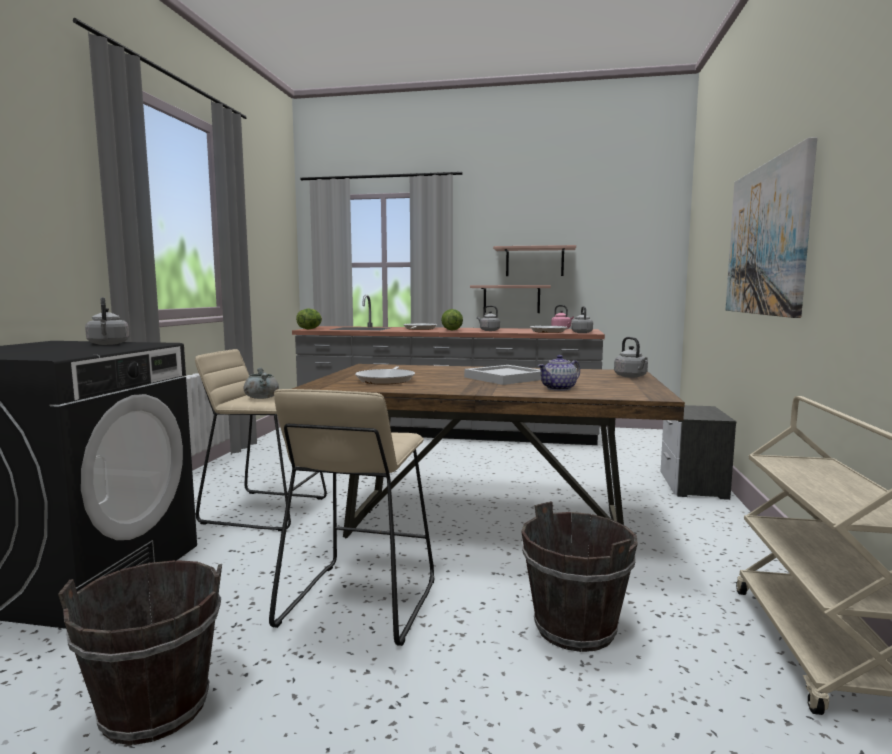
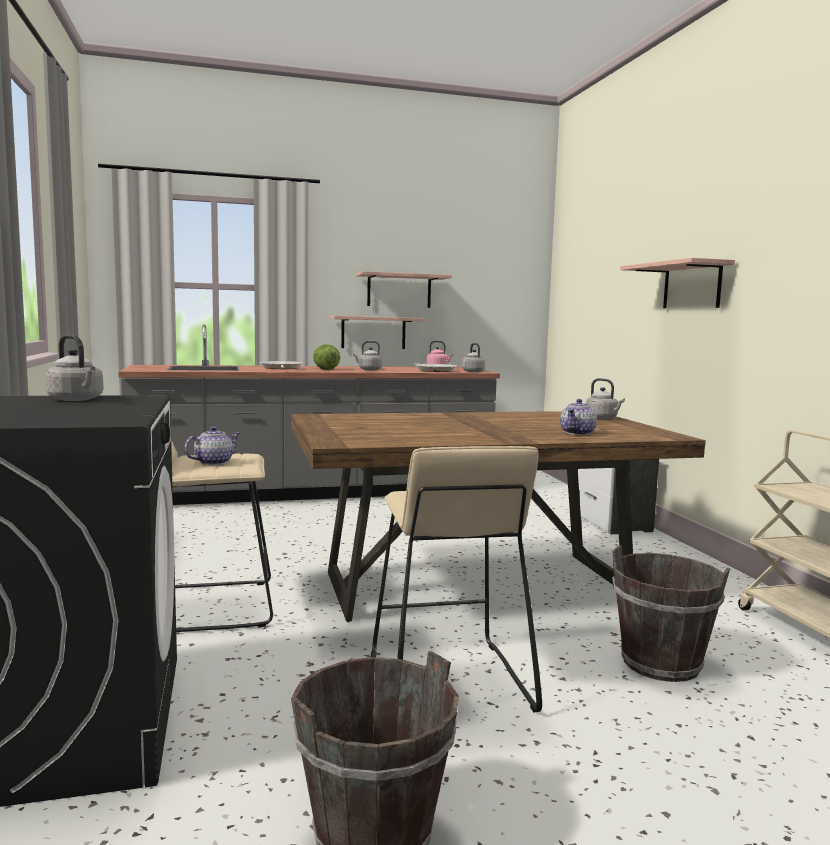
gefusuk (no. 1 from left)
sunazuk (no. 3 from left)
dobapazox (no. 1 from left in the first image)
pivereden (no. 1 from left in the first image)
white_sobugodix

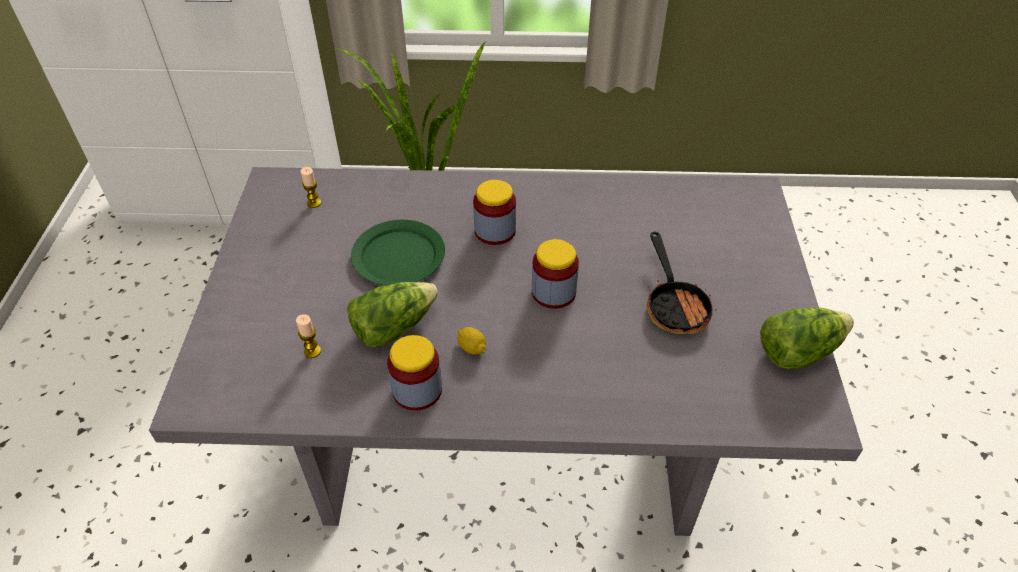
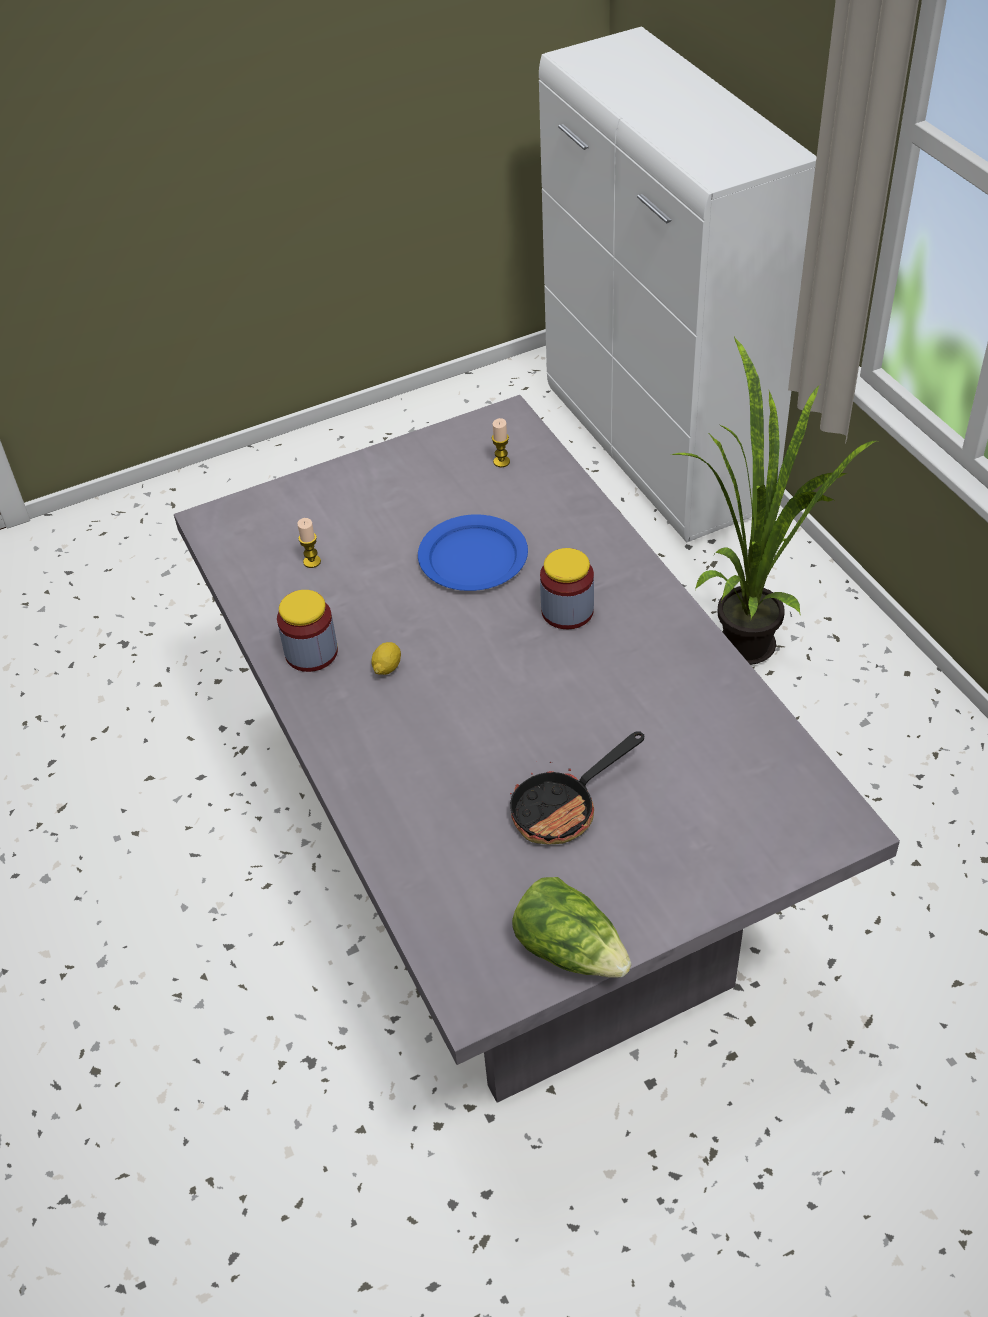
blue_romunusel
dobapazox (no. 1 from left in the first image)
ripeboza (no. 3 from left in the first image)

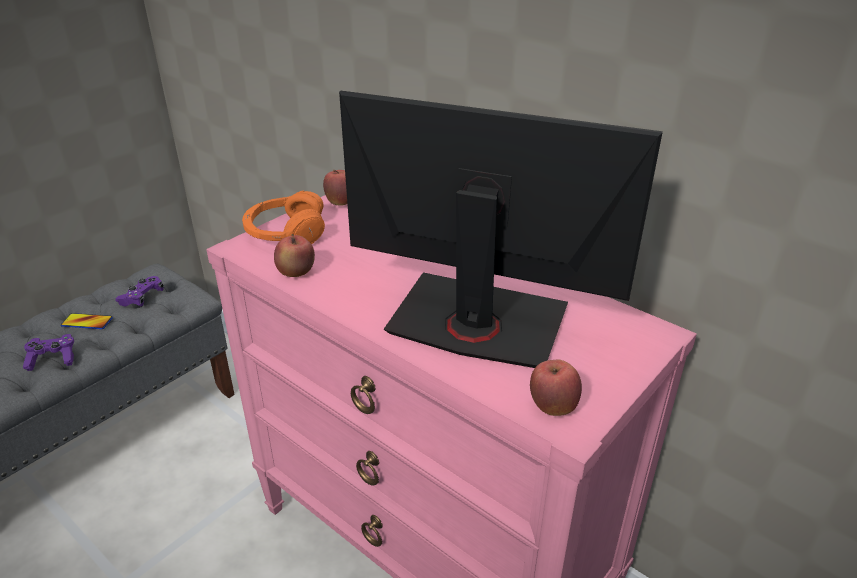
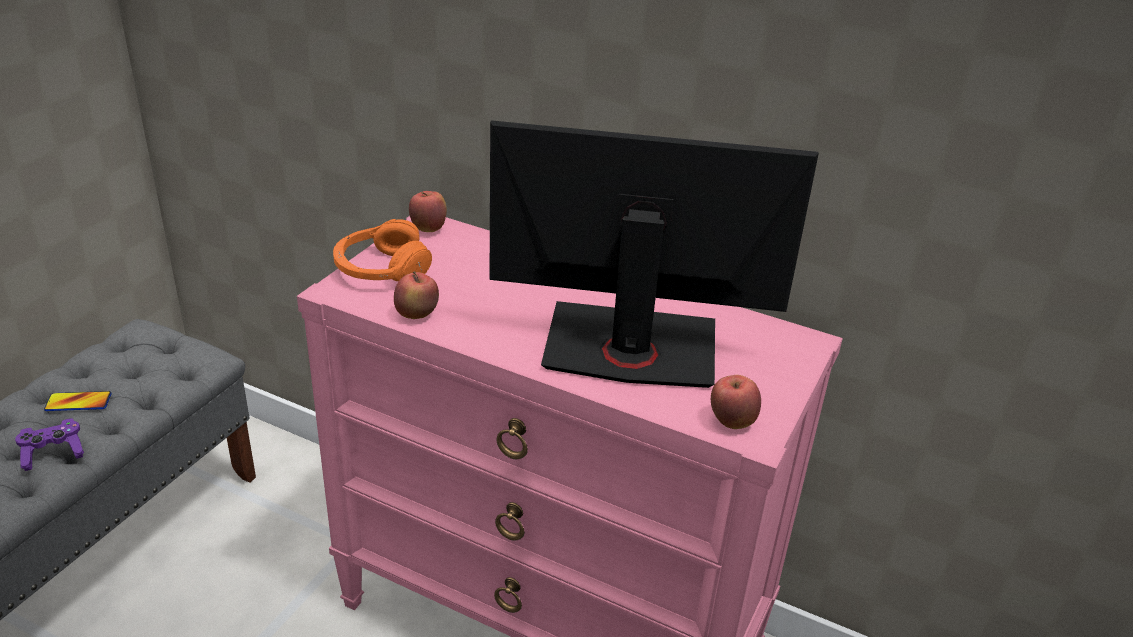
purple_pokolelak (no. 2 from left in the first image)

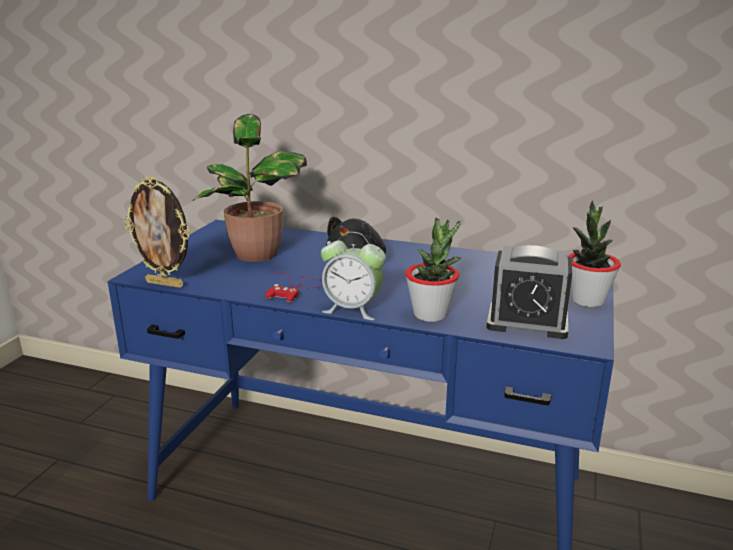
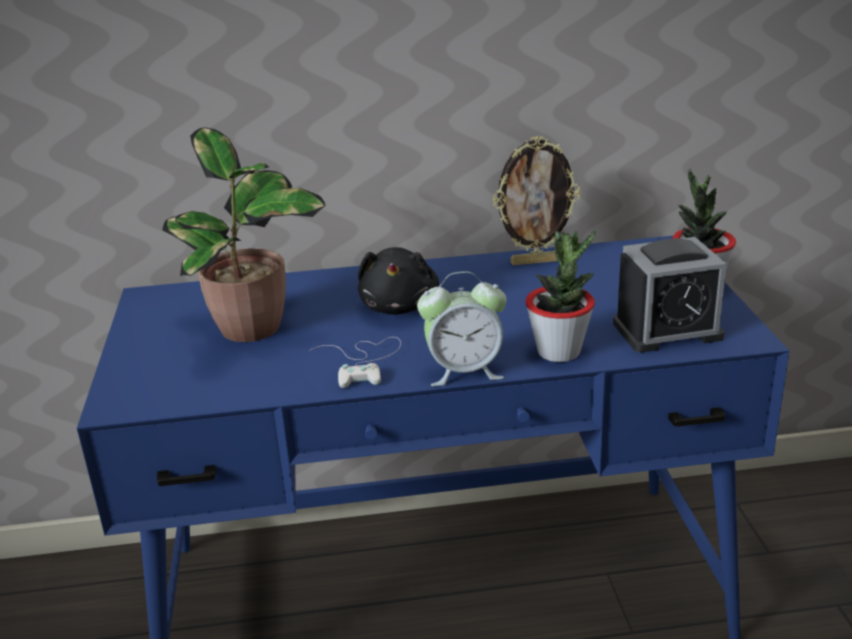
white_pokolelak
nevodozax

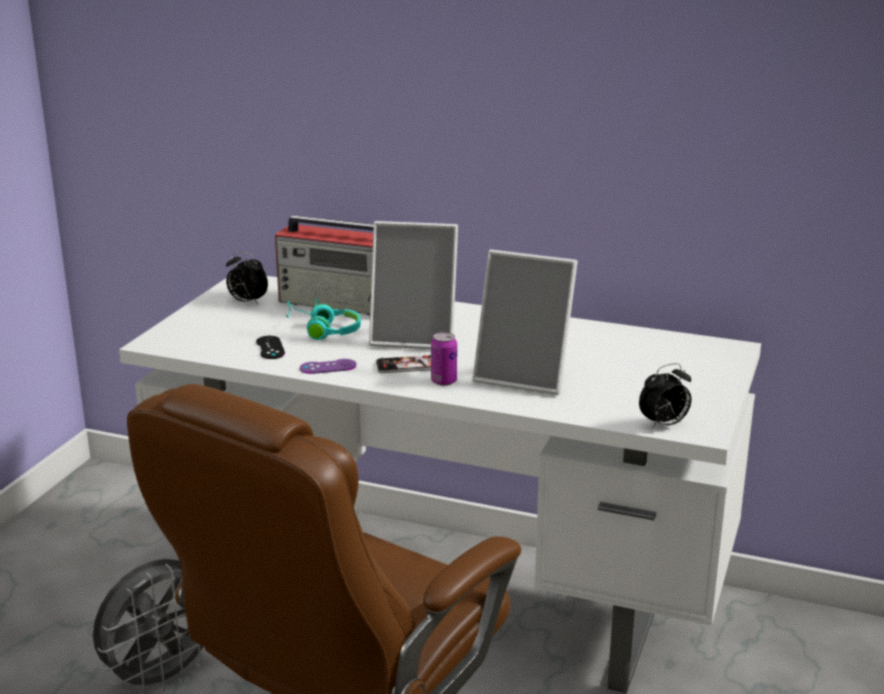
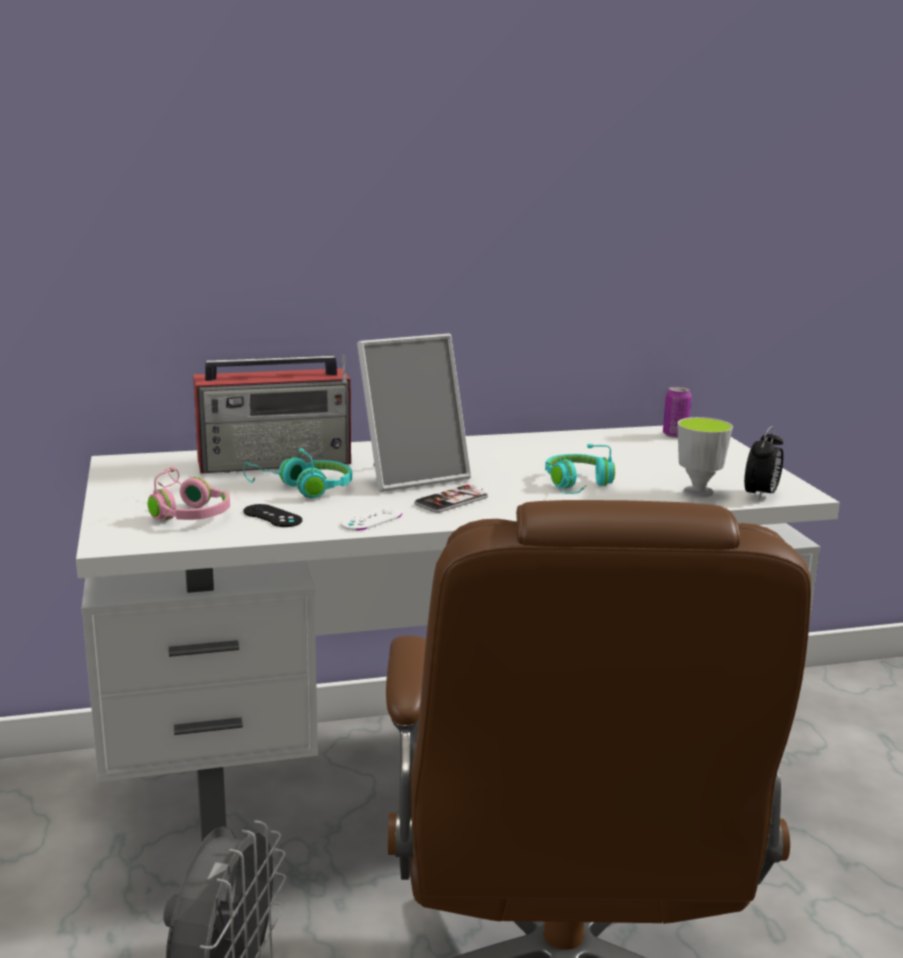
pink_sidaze
white_pokolelak
turquoise_sidaze (no. 2 from left)
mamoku
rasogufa
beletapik (no. 1 from left in the first image)

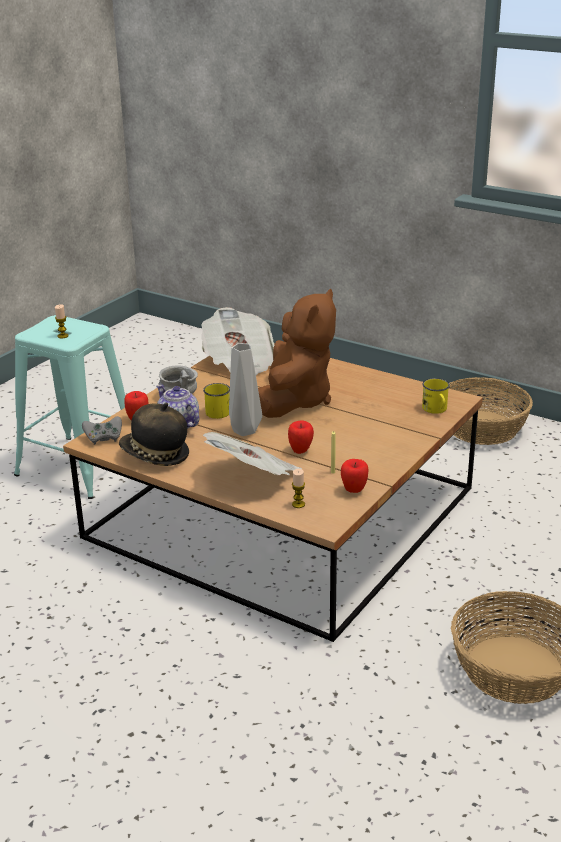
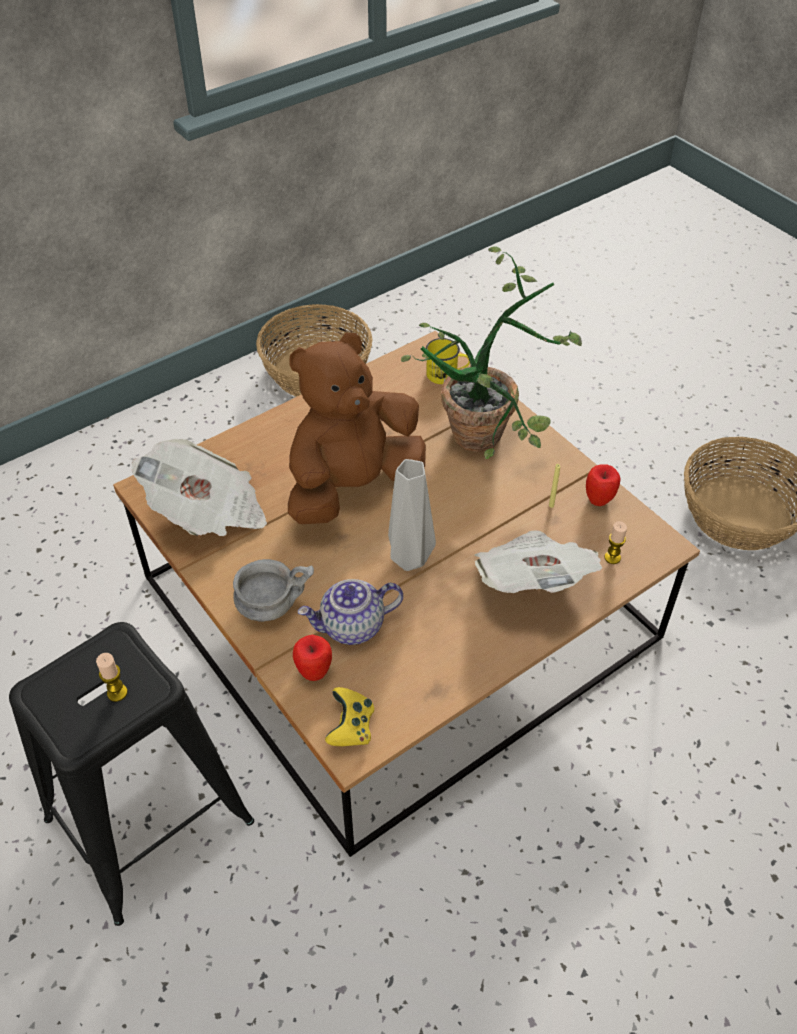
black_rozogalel
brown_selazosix
yellow_pokolelak
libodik
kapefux
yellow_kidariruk (no. 1 from left in the first image)
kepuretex (no. 2 from left in the first image)

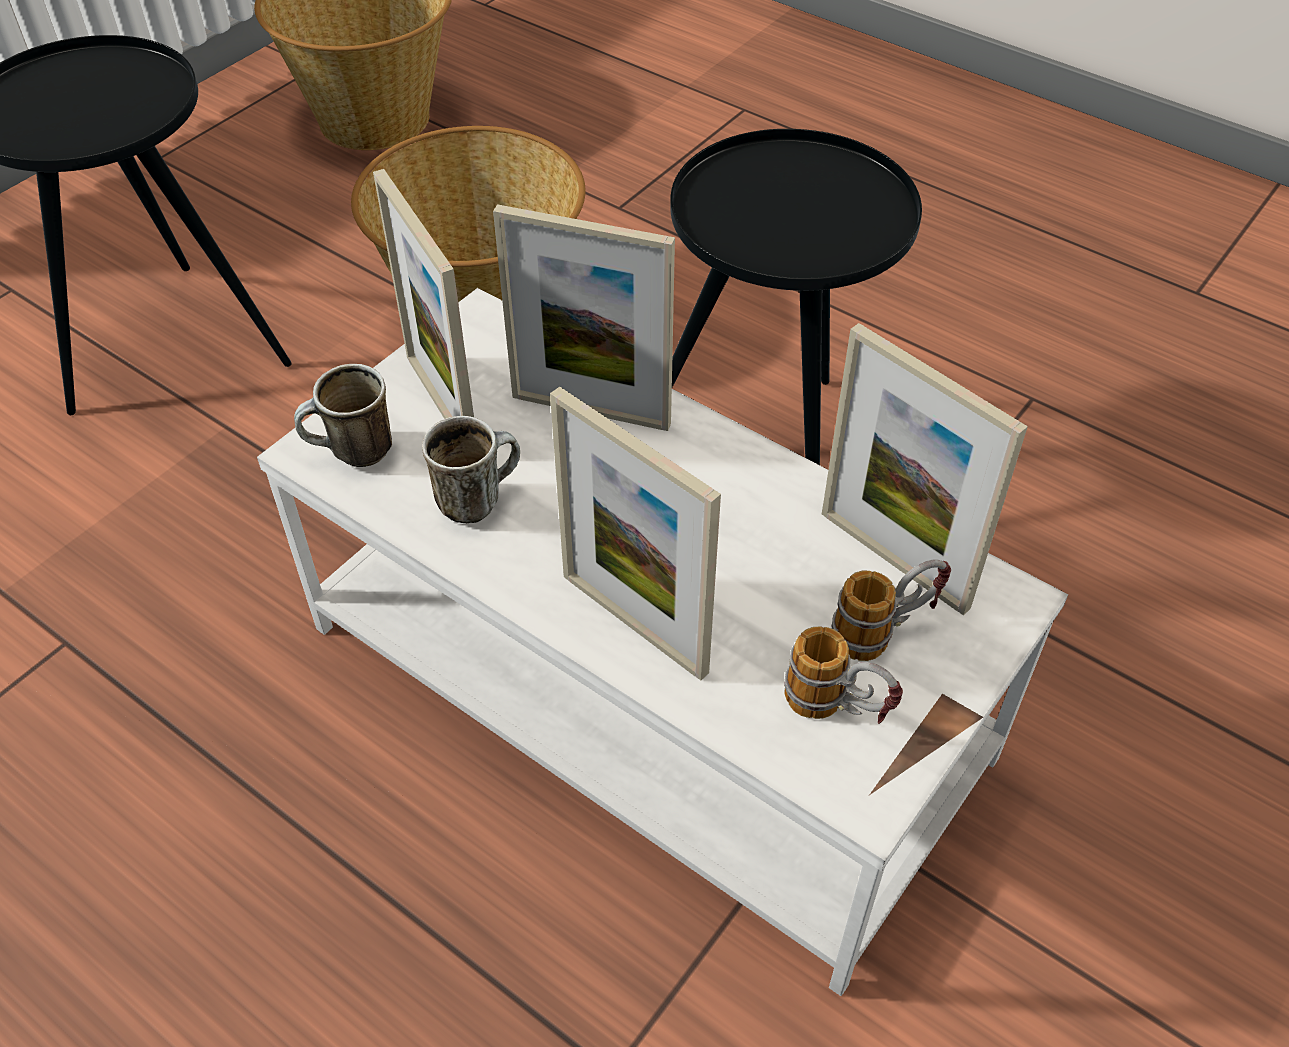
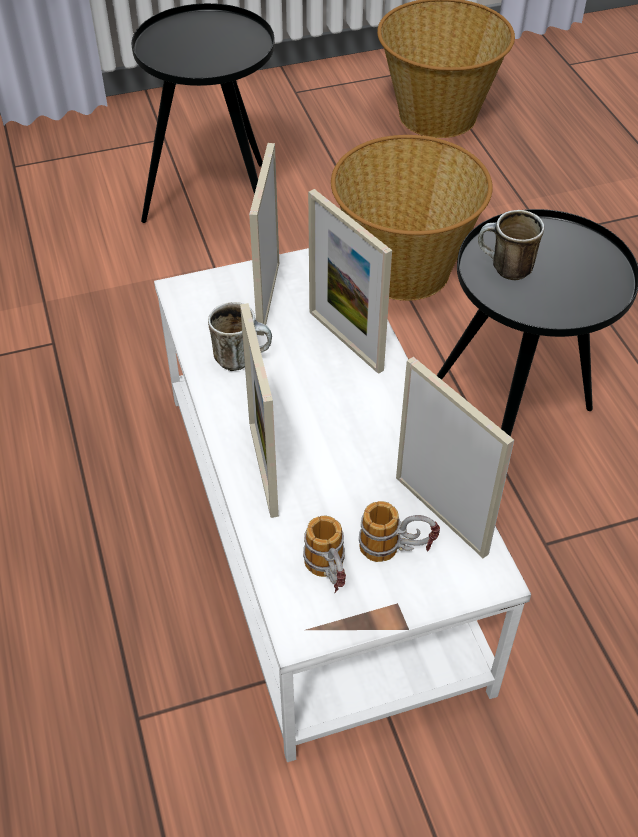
nevodozax (no. 4 from left)
kidariruk (no. 4 from left)

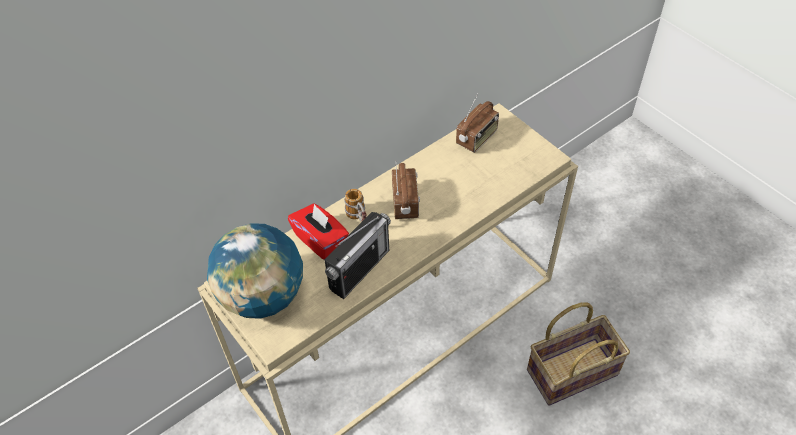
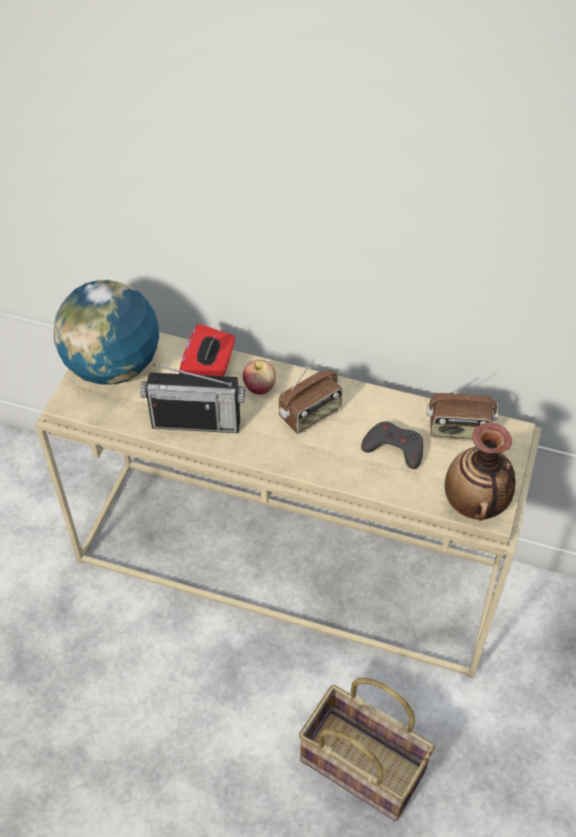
kepuretex
grey_pokolelak
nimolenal

